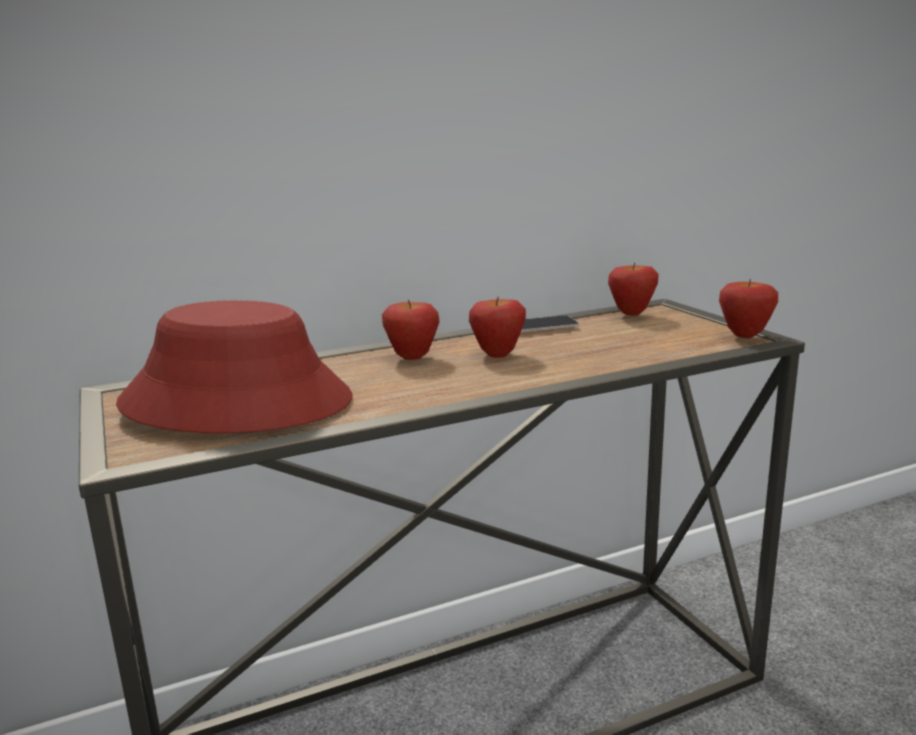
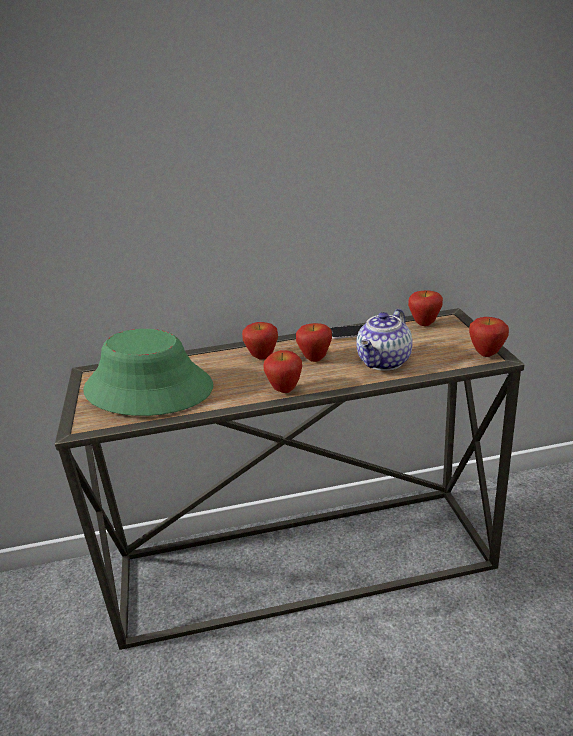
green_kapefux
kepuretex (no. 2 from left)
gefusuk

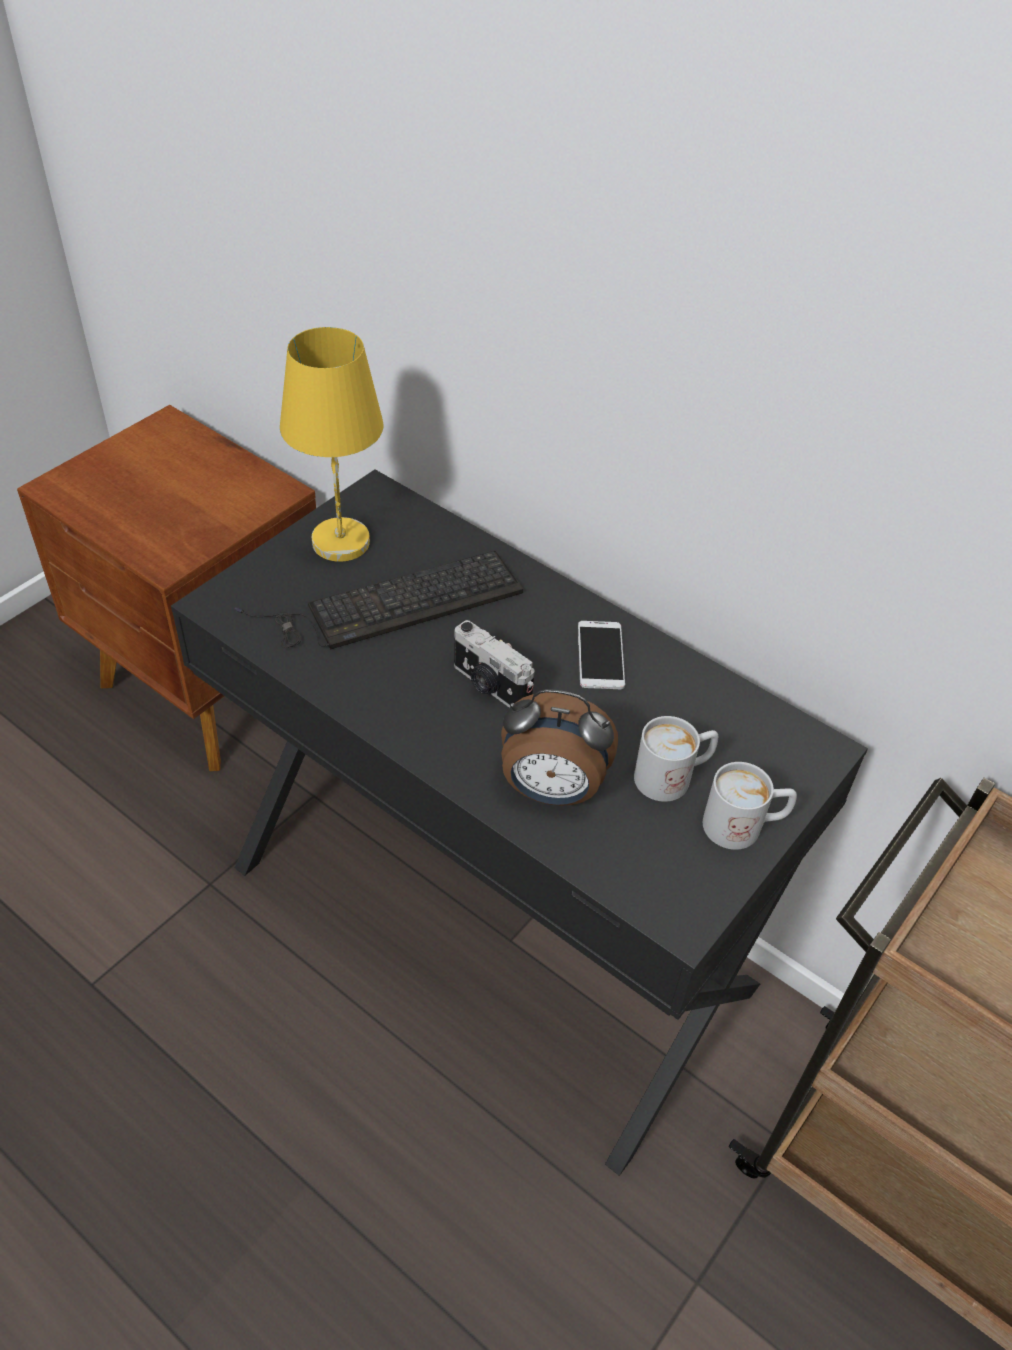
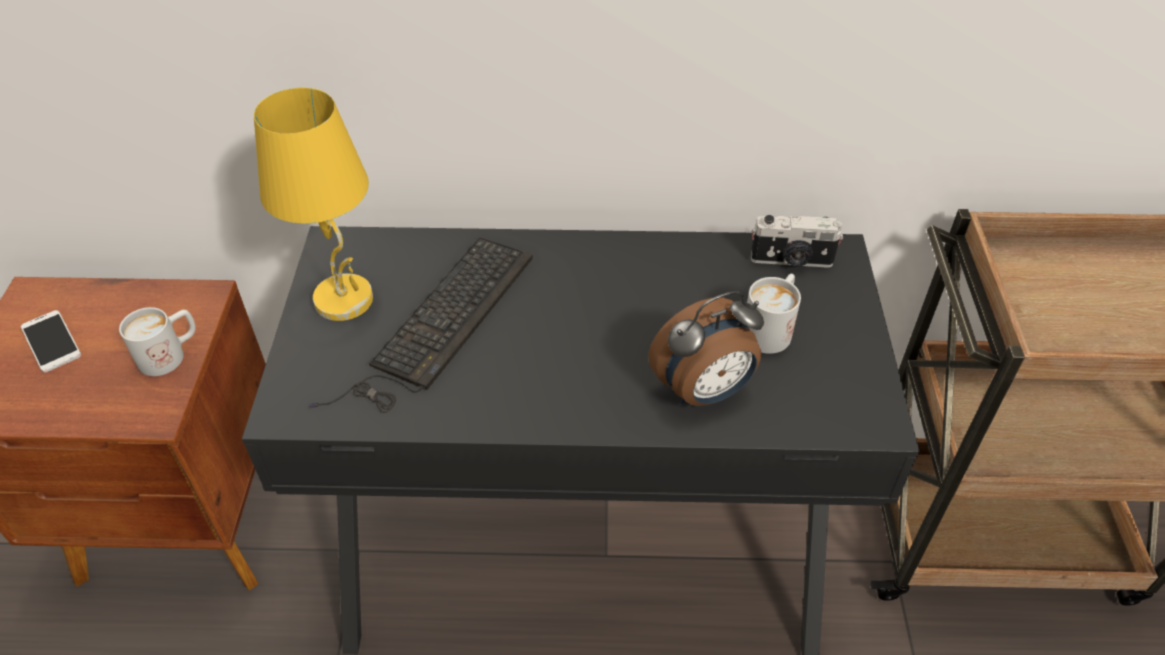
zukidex
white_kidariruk (no. 1 from left)
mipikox

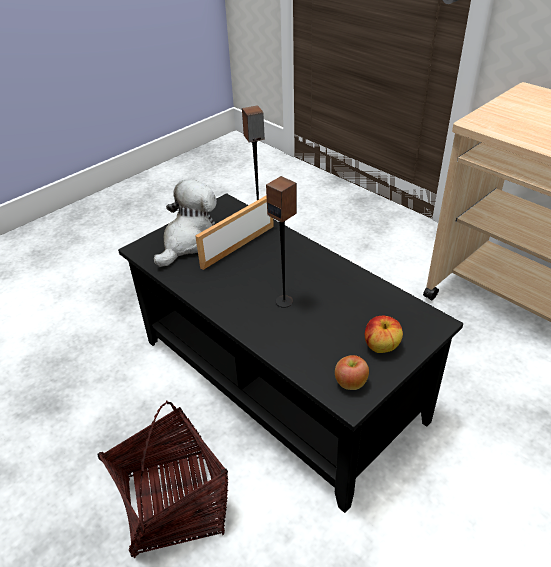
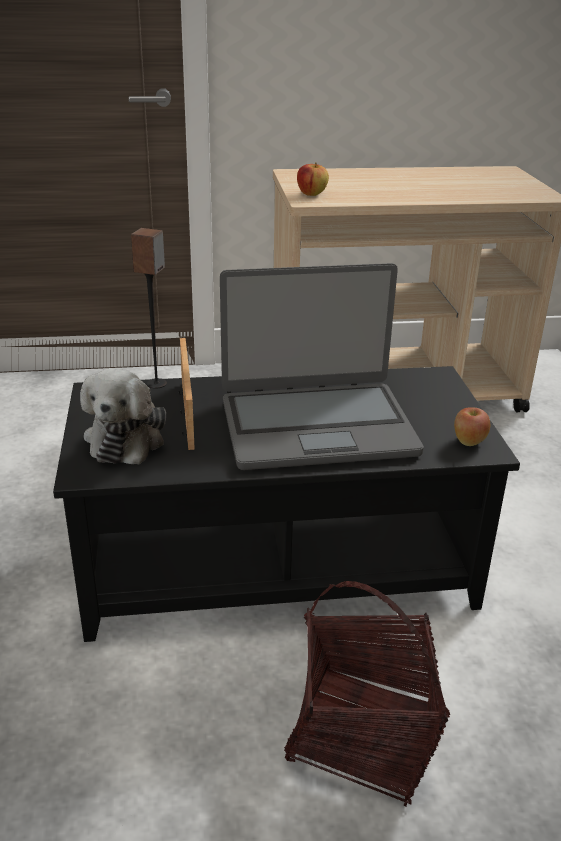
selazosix
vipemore
kepuretex (no. 1 from left)

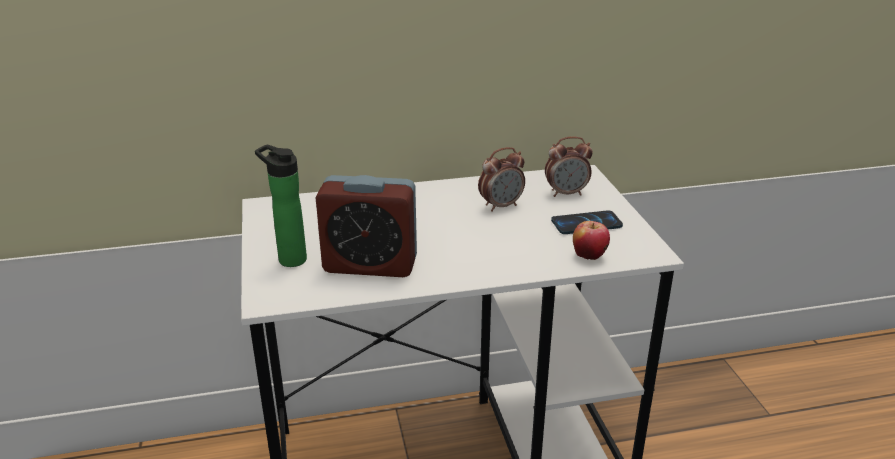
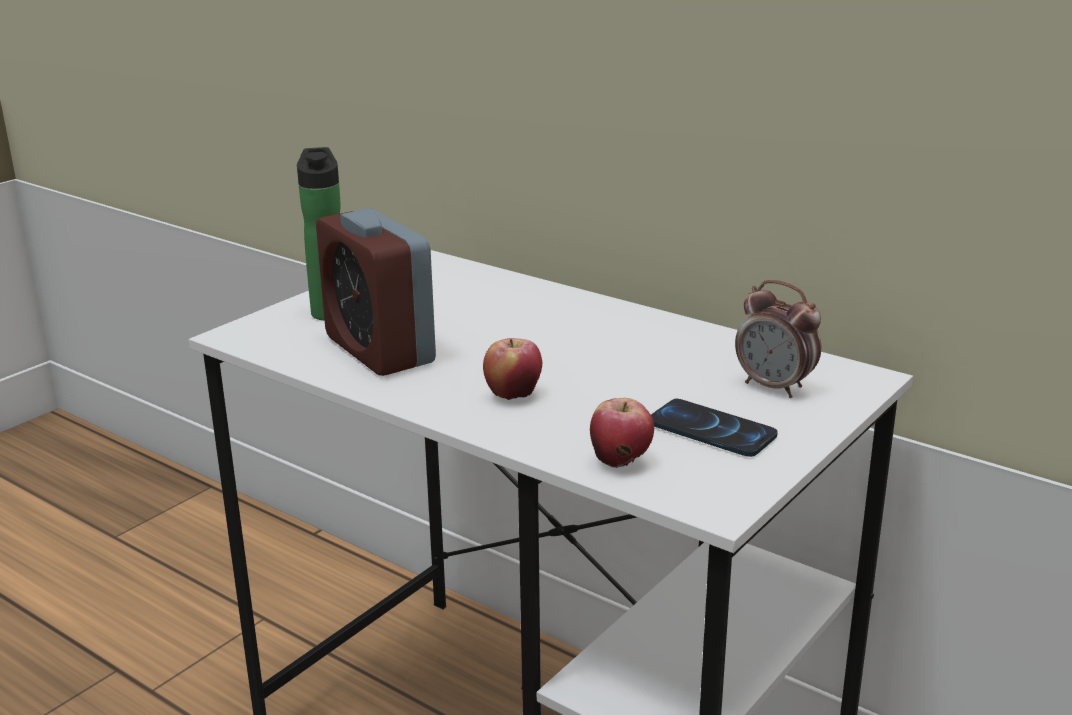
kepuretex (no. 1 from left)
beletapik (no. 2 from left in the first image)

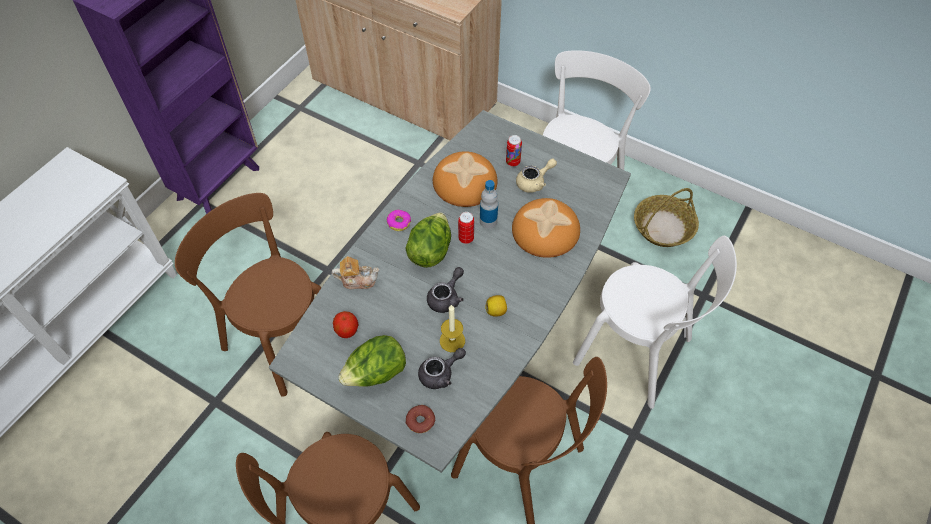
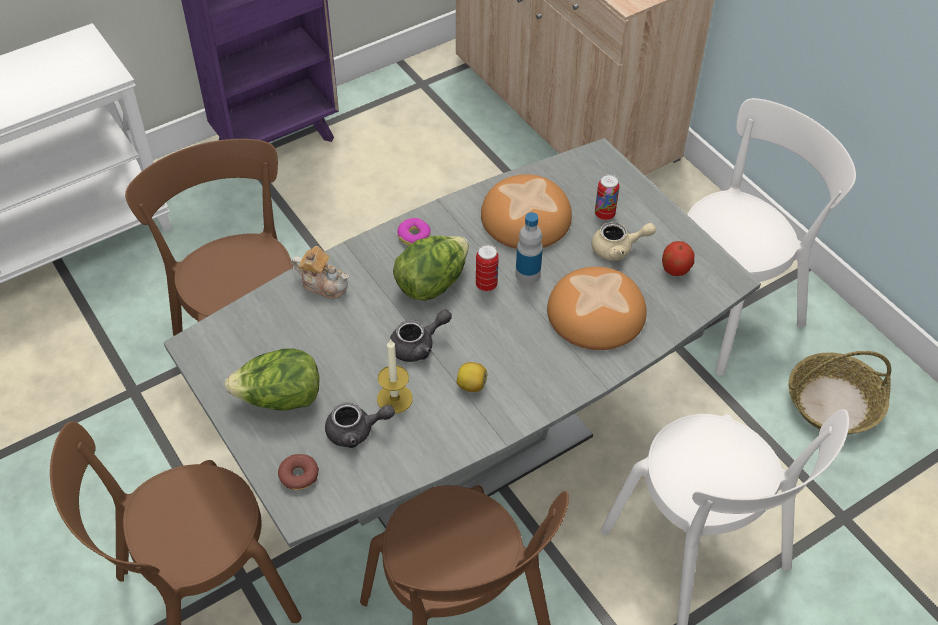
kepuretex

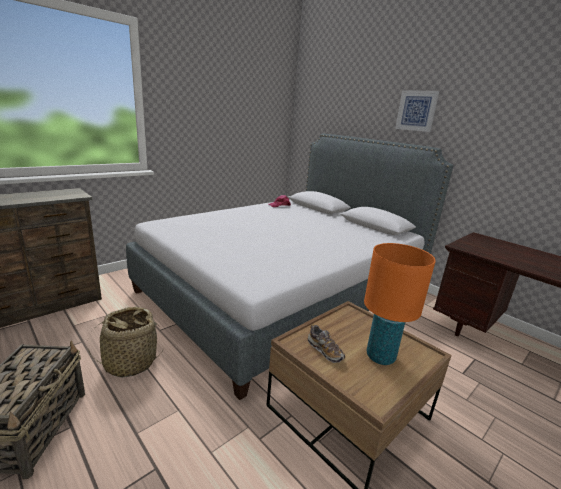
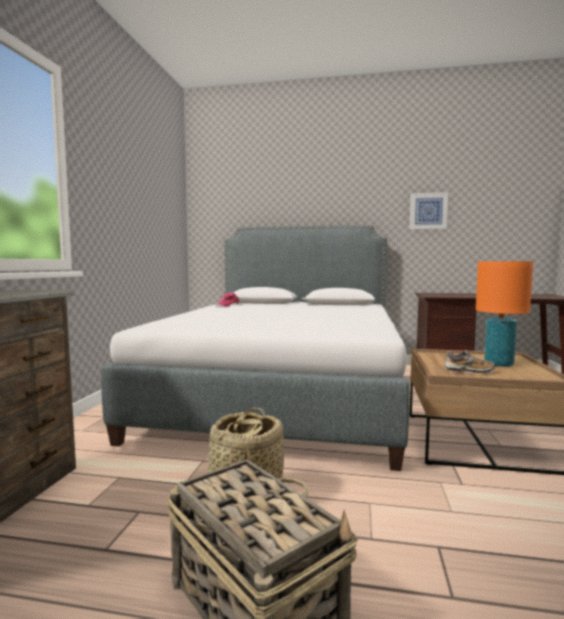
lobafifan

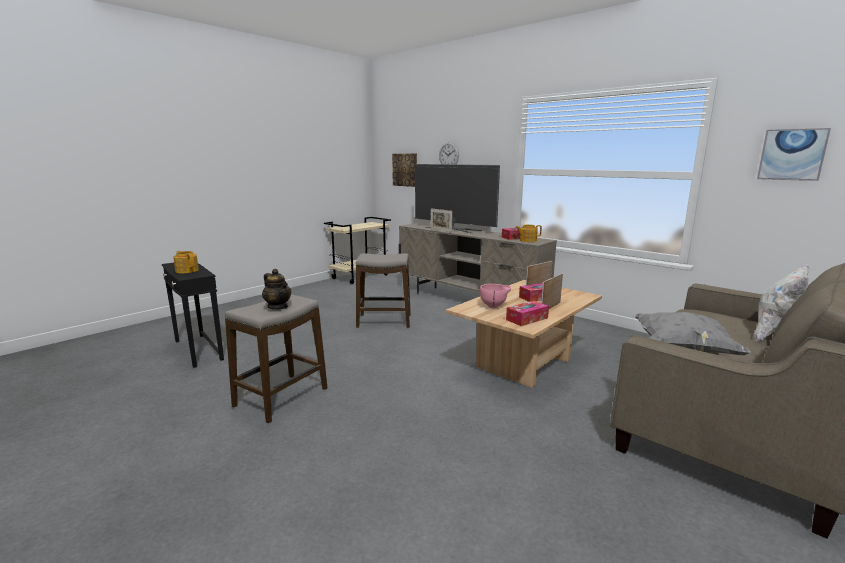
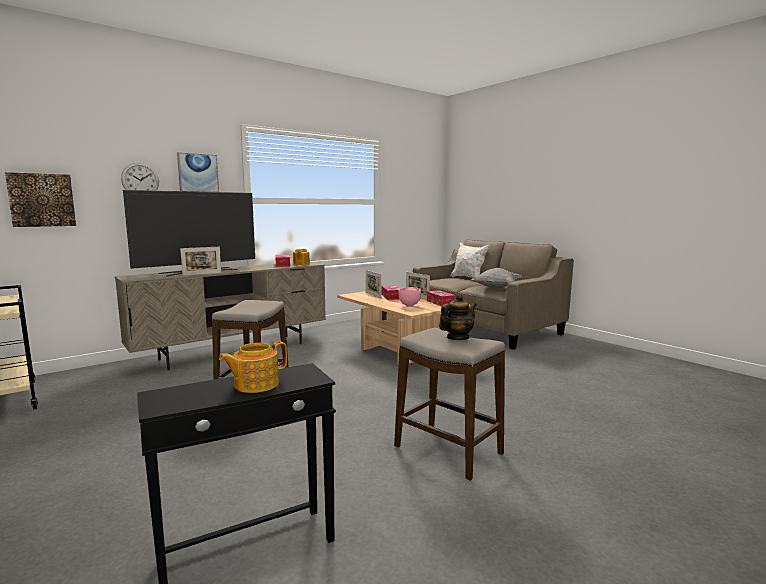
lobafifan (no. 2 from left)

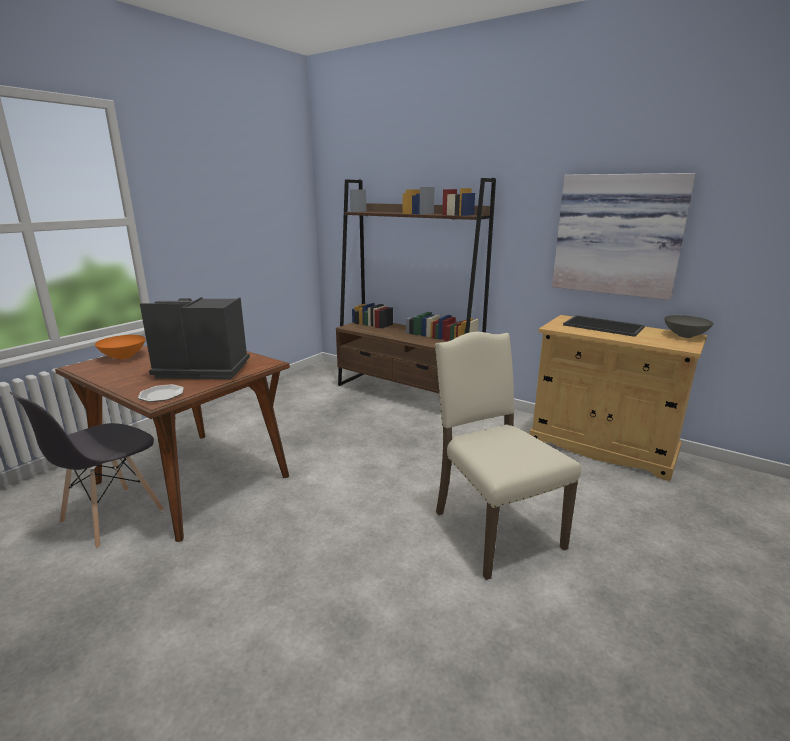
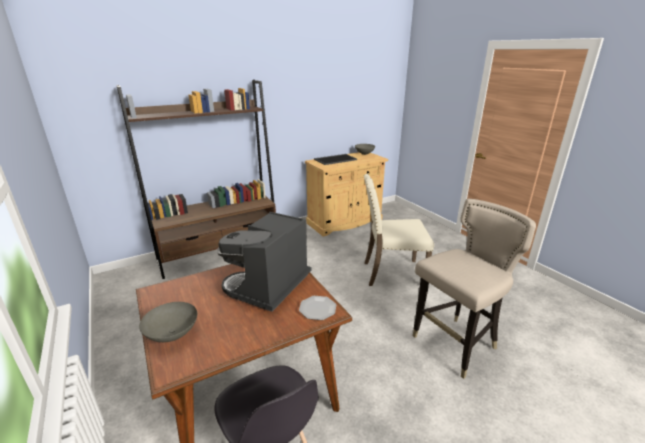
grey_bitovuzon (no. 1 from left)
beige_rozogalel
lobafifan

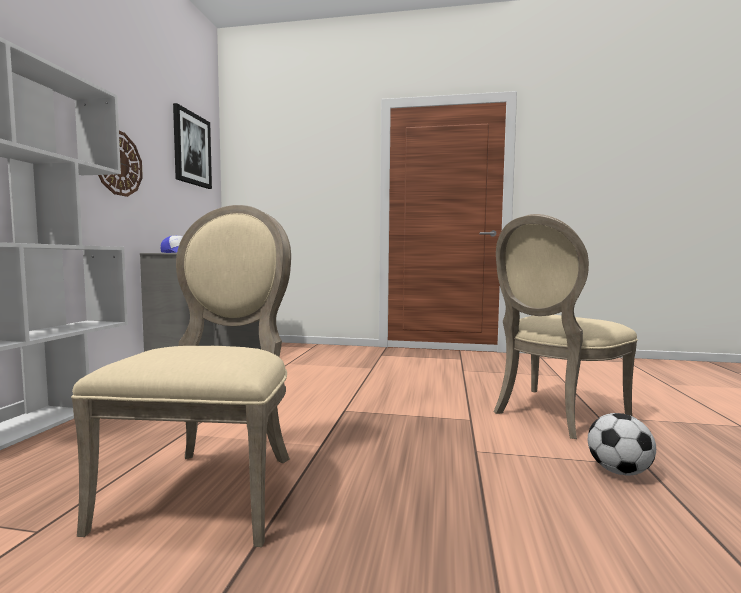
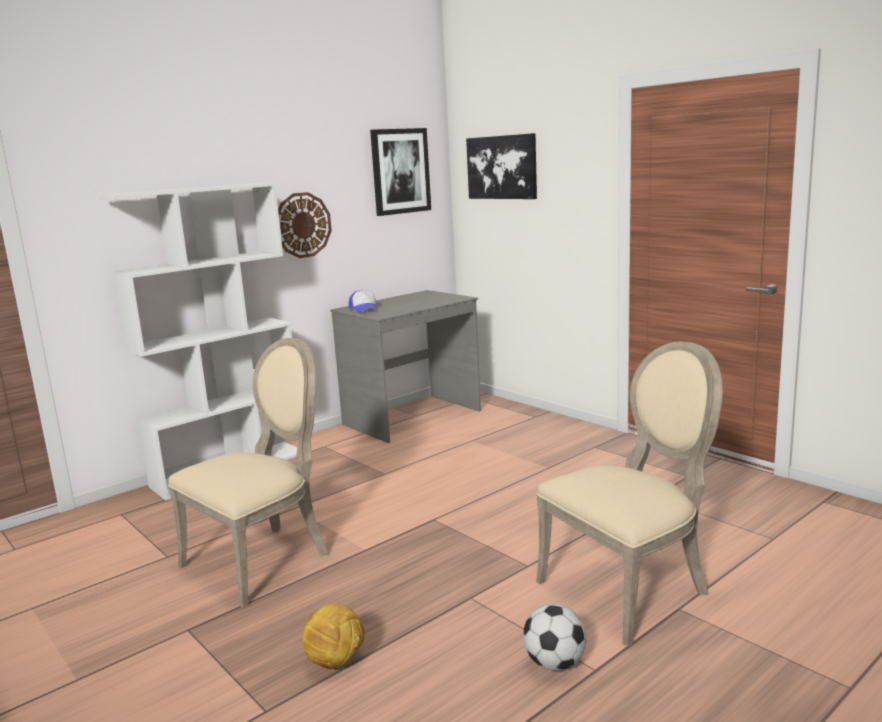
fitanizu (no. 1 from left)
lobafifan (no. 2 from left)
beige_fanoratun (no. 2 from left)

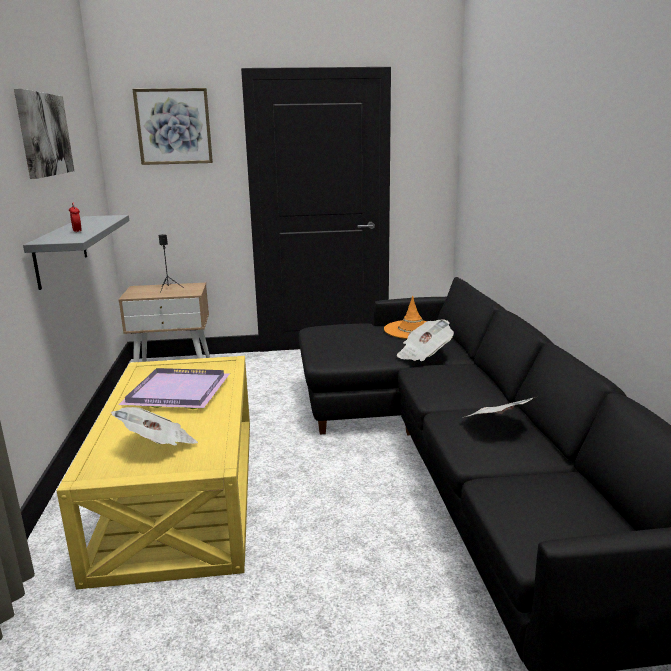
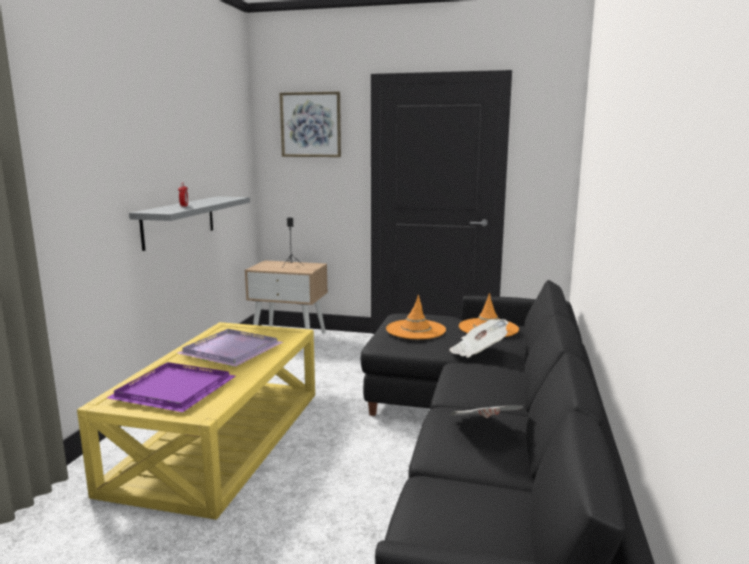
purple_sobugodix (no. 1 from left)
orange_kapefux (no. 1 from left)
lobafifan (no. 1 from left in the first image)

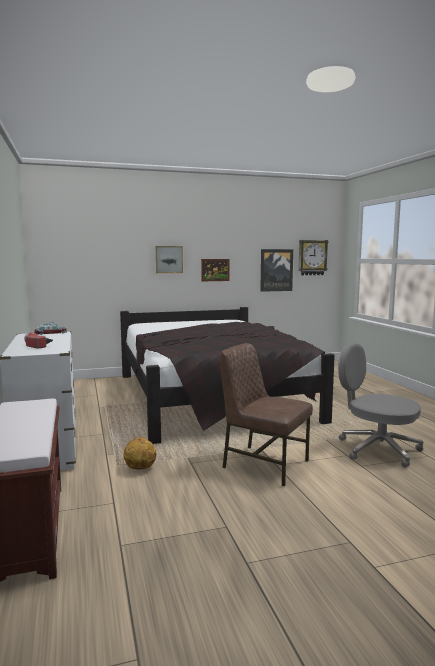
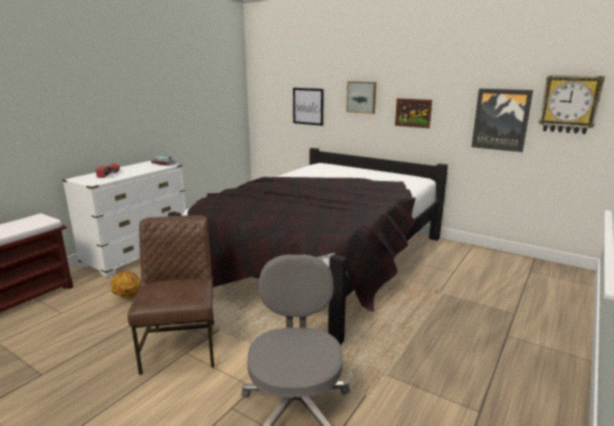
lobafifan (no. 1 from left)

